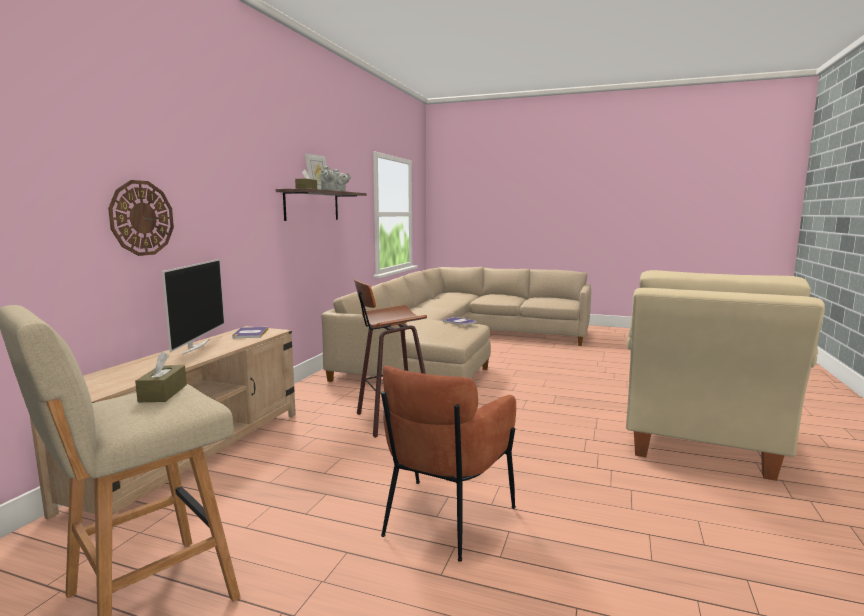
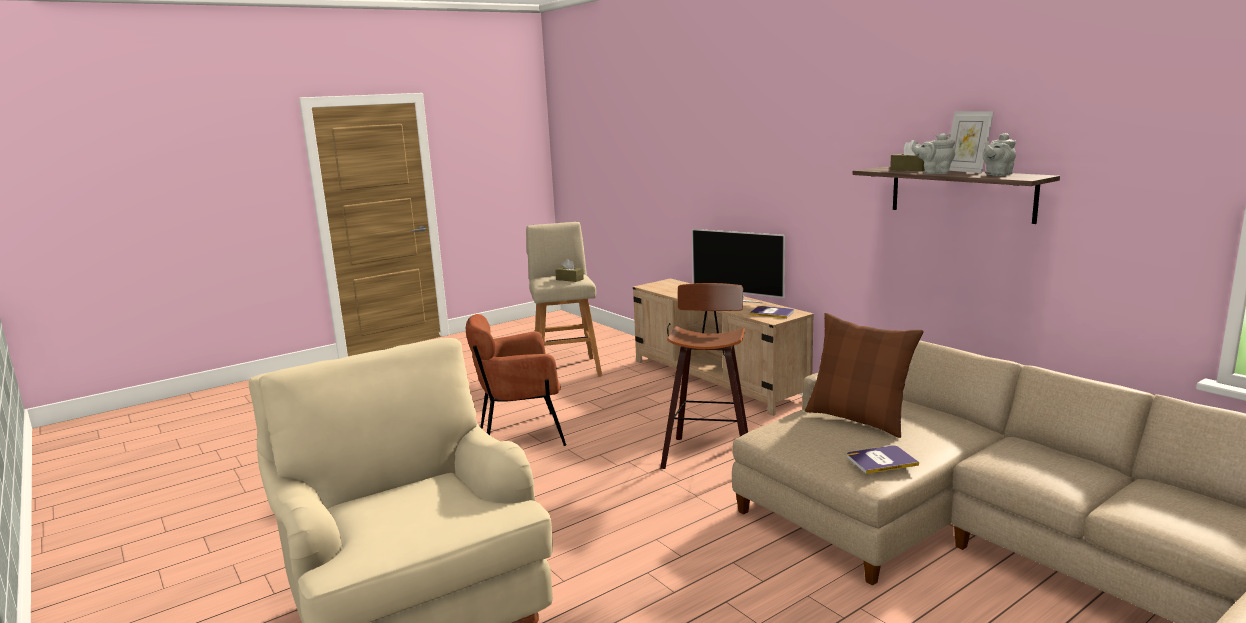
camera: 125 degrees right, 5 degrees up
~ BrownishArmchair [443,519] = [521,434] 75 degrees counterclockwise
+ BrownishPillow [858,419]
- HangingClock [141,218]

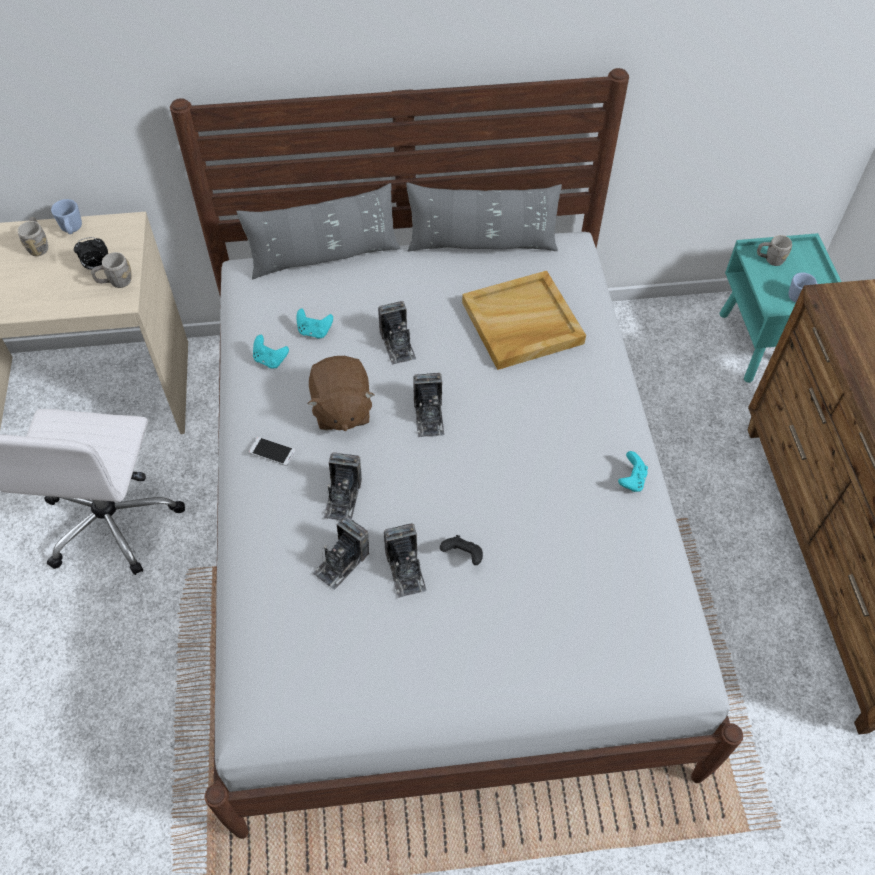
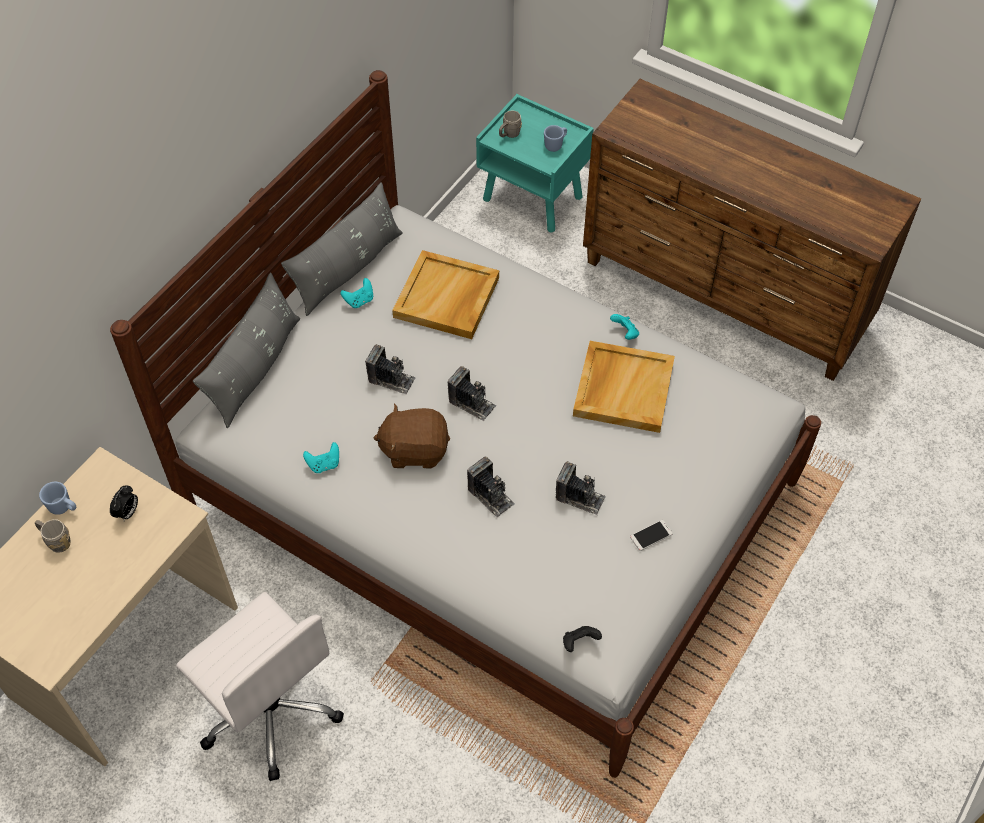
camera: 50 degrees left, 0 degrees up
~ TurquoiseColouredGameController [314,331] to [359,301]
~ BrownishCuddlyToy [341,409] = [414,449] 150 degrees clockwise
~ BlackGameController [463,556] to [579,642]
+ BeigeColouredServingTray [623,388]
~ Phone [272,451] to [651,535]
- GreyCoffeeMug [115,282]
- PhotoCamera [342,562]

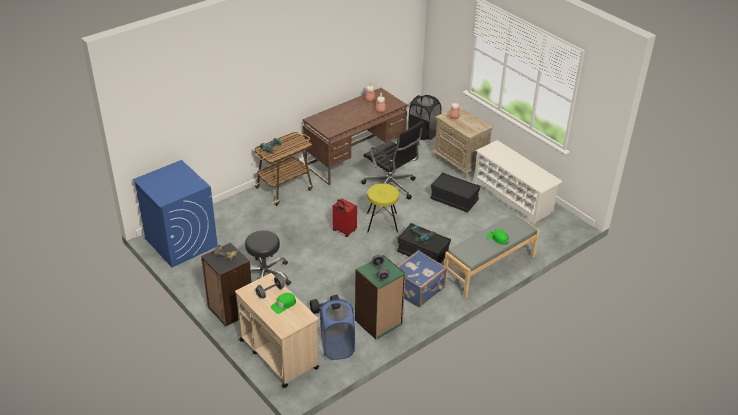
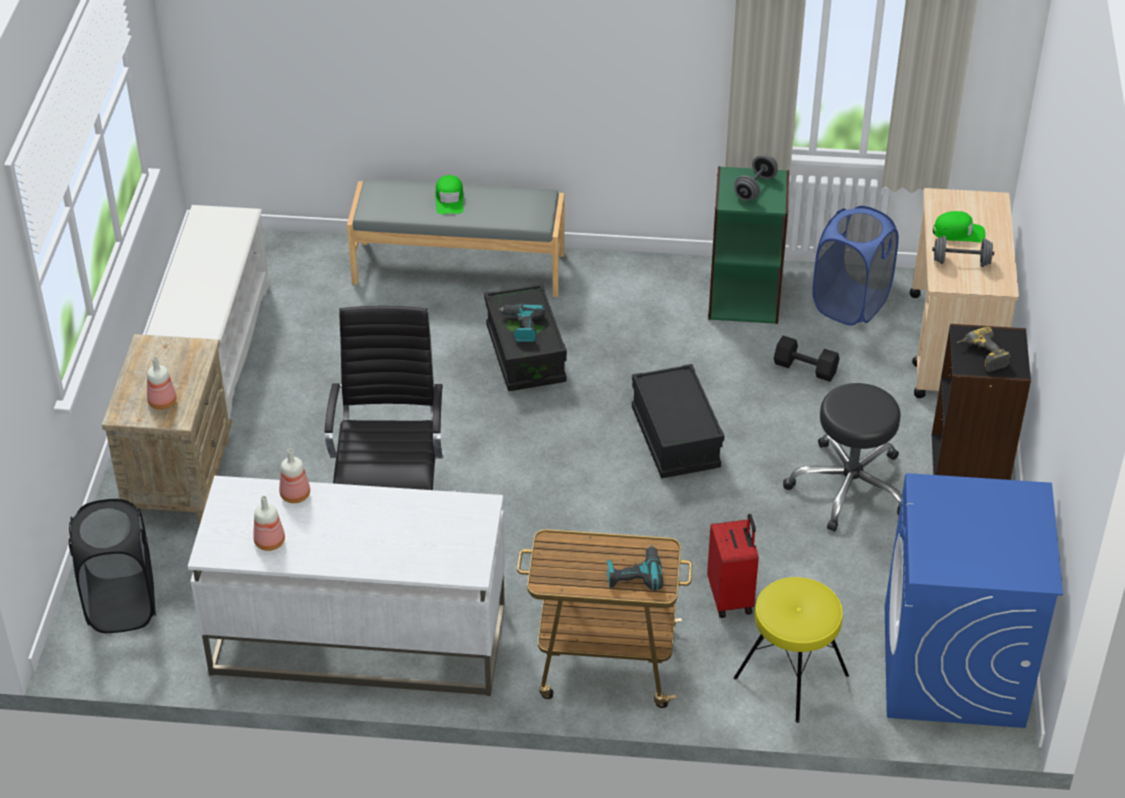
camera: 135 degrees left, 5 degrees up
~ BrownishDeskTable [355,158] to WhiteColouredDeskTable [357,640]
~ BlackStorageBin [454,200] to [675,438]
~ ReddishPieceOfLuggage [344,231] to [731,597]
~ YellowSittingStool [382,222] to [791,677]
- BlueColouredPieceOfLuggage [419,290]

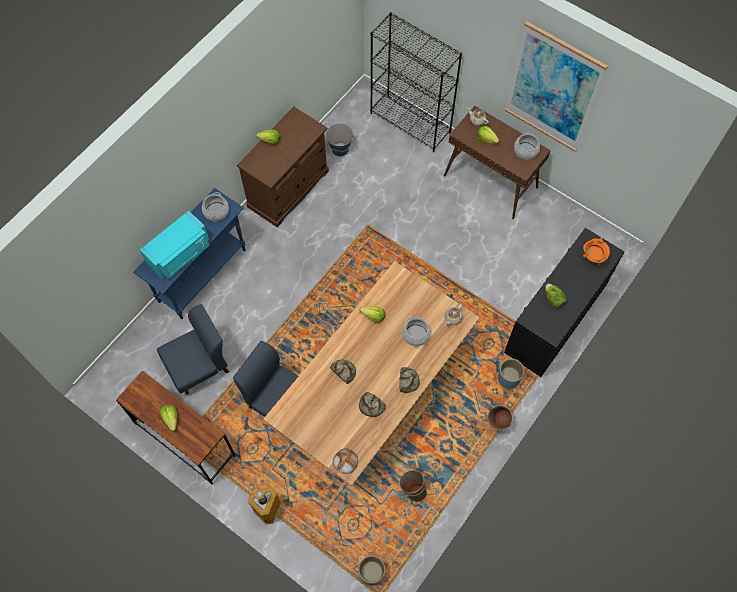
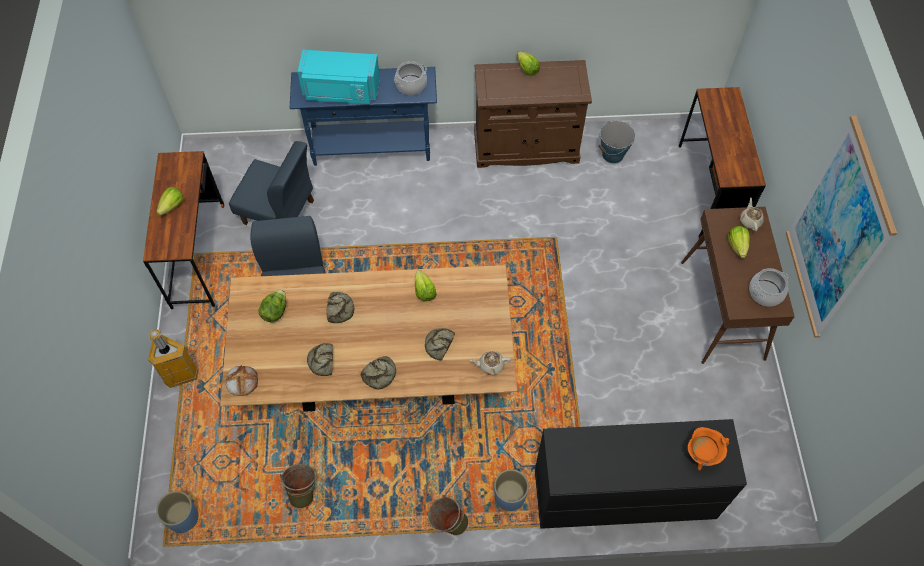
camera: 50 degrees right, 5 degrees down
~ HeadOfLettuce [553,299] to [275,311]
~ CookingPot [416,335] to BakeryBread [439,344]
~ BlackShelvingUnit [411,123] to BrownishDeskTable [708,190]

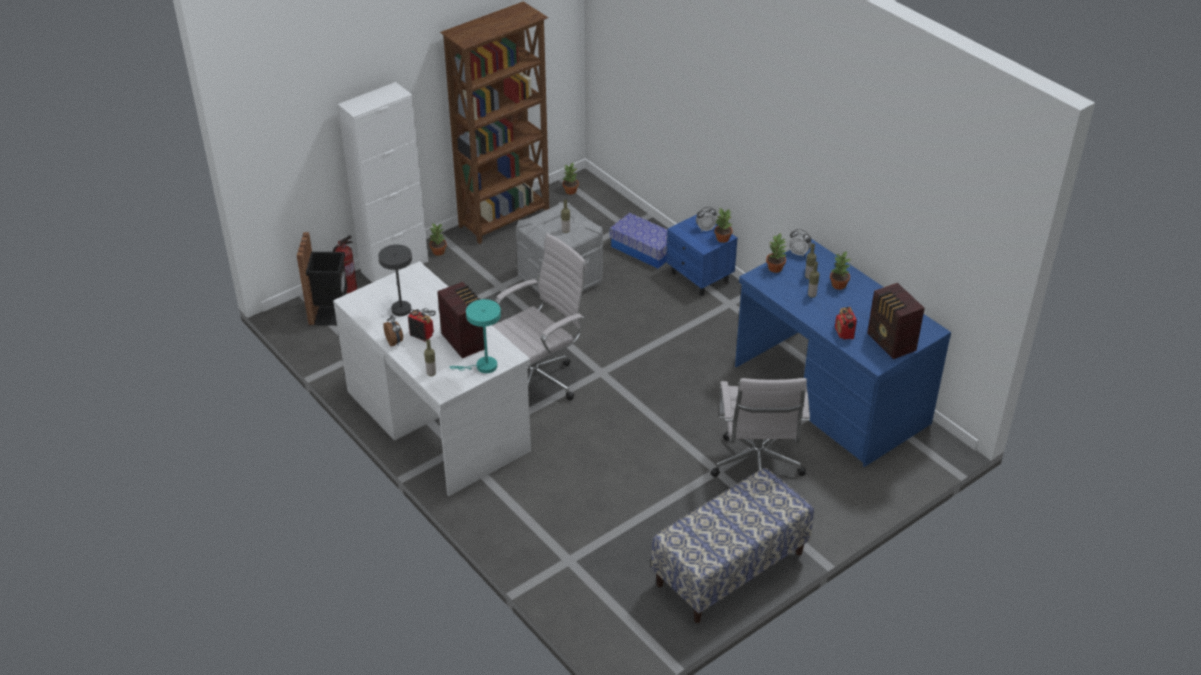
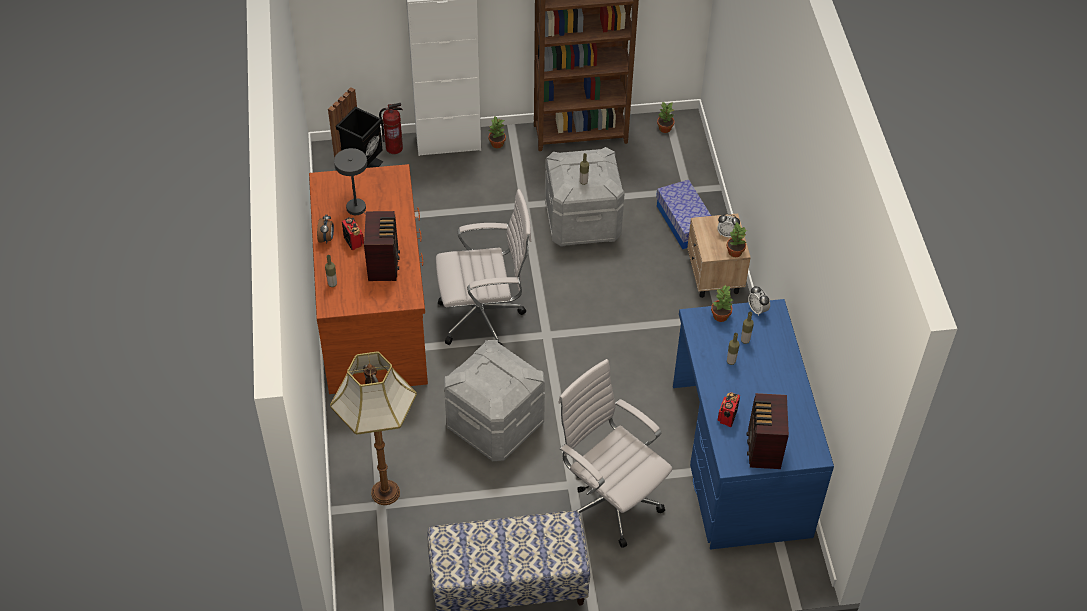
camera: 30 degrees right, 10 degrees up
~ WhiteColouredDeskTable [438,419] to BrownishDeskTable [374,315]
+ FloorLamp [384,493]
+ GreyStorageBin [494,424]
~ WhiteColouredOfficeChair [757,469] = [609,500] 105 degrees clockwise
~ BlueColouredNightstand [700,278] to BeigeColouredNightstand [714,277]
- TurquoiseColouredLampForATable [482,367]
- Houseplant [838,285]

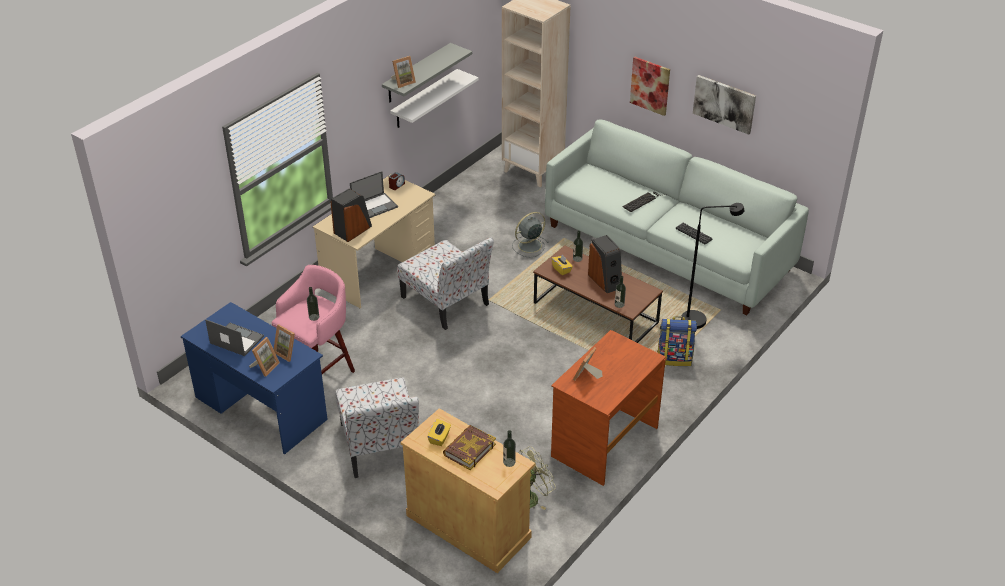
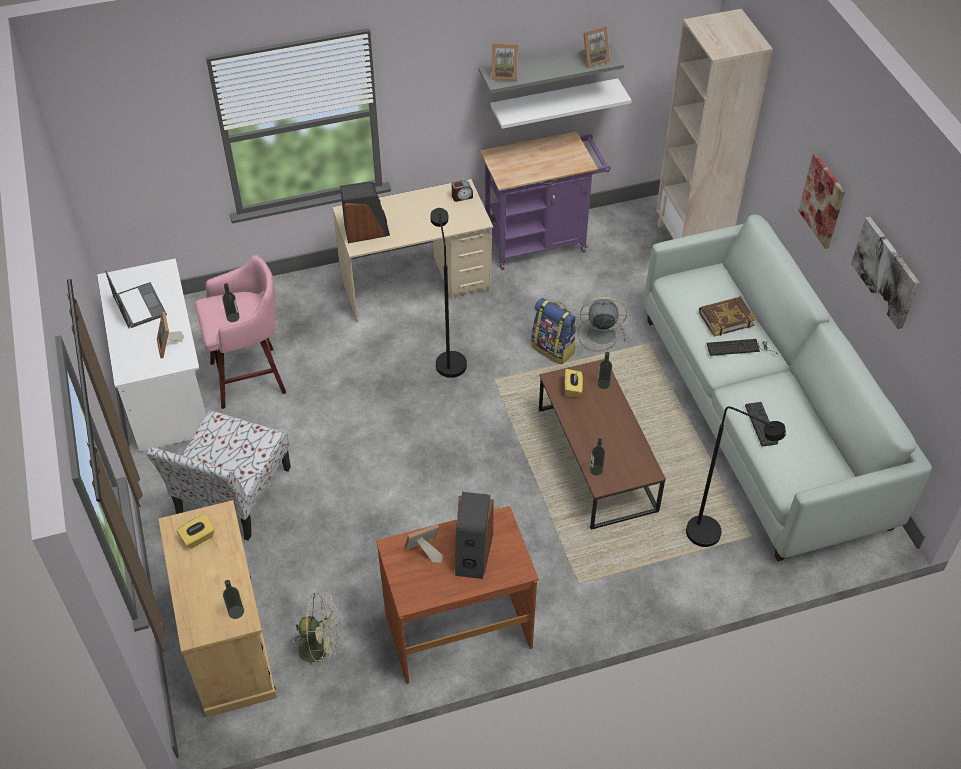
camera: 35 degrees right, 10 degrees up
~ BlueColouredDeskTable [261,408] to WhiteColouredDeskTable [165,387]
~ Chair [446,302] to BlackFloorLamp [448,359]
~ Speaker [605,280] to [473,553]
+ PurplishWheeledCart [541,241]
~ Knapsack [674,358] to [553,349]
~ PhotoFrame [265,367] to [593,60]
~ Book [469,449] to [726,318]
- PortableComputer [375,206]

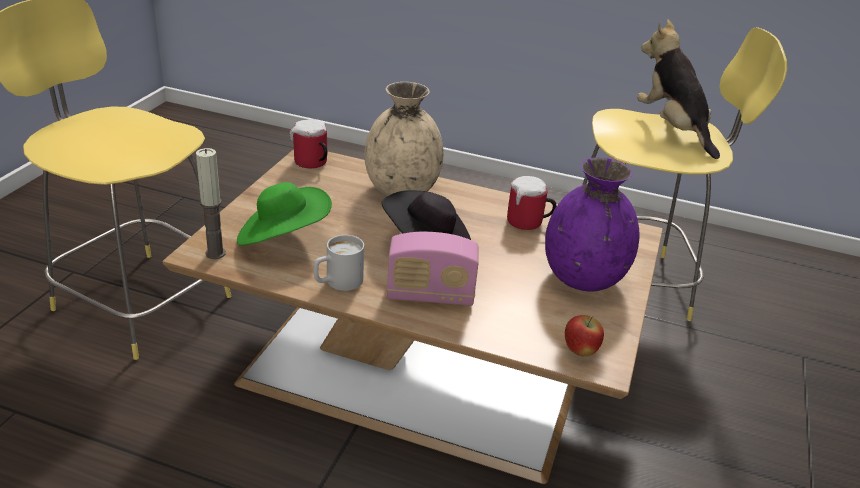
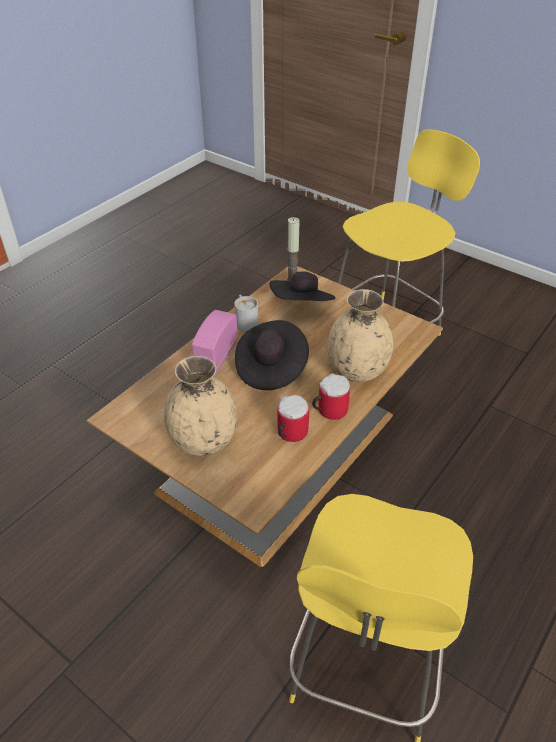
camera: 110 degrees right, 10 degrees up
~ PurplishDecorativeVase [584,278] to BeigeColouredDecorativeVase [203,441]
~ GreenColouredWearableHat [283,238] to BlackWearableHat [302,306]
~ CoffeeMug [312,164] to [328,410]
- Apple [580,351]
- CuddlyToy [672,129]

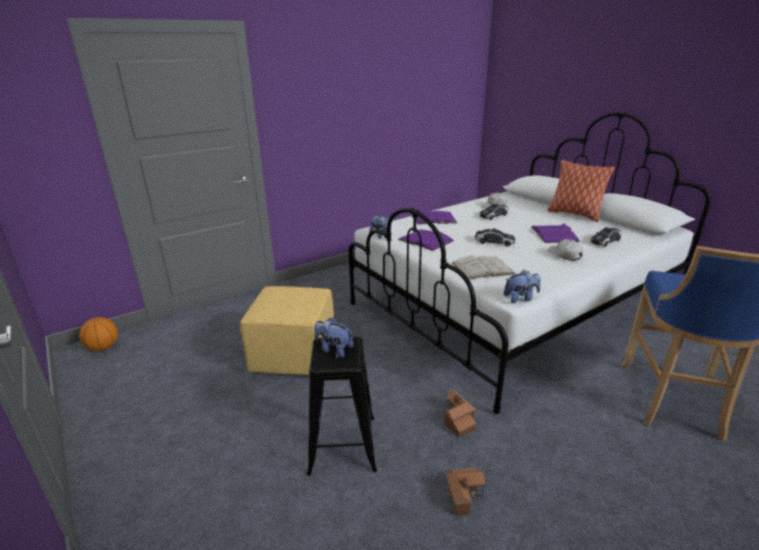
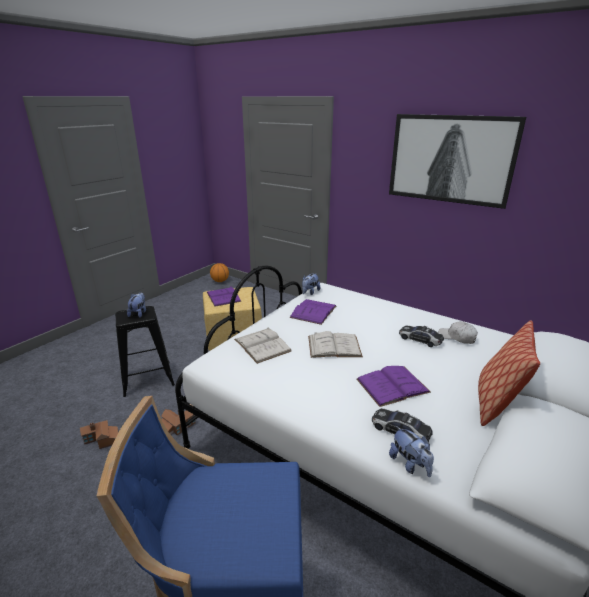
camera: 70 degrees right, 0 degrees up
~ PurplishBook [434,218] to [223,297]
~ ToyCar [494,242] to WhiteColouredBook [334,346]
+ WallArt [450,159]
~ CuddlyToy [520,298] to [410,464]
- WhiteColouredBaseballCap [564,255]

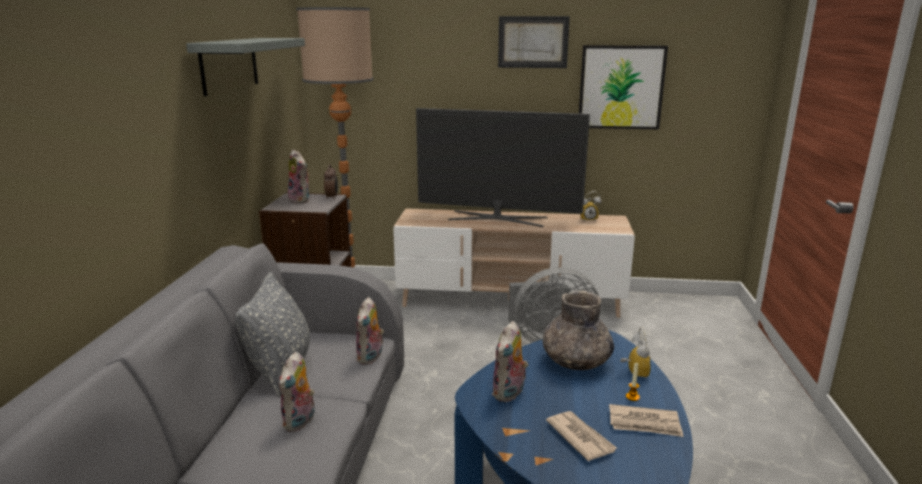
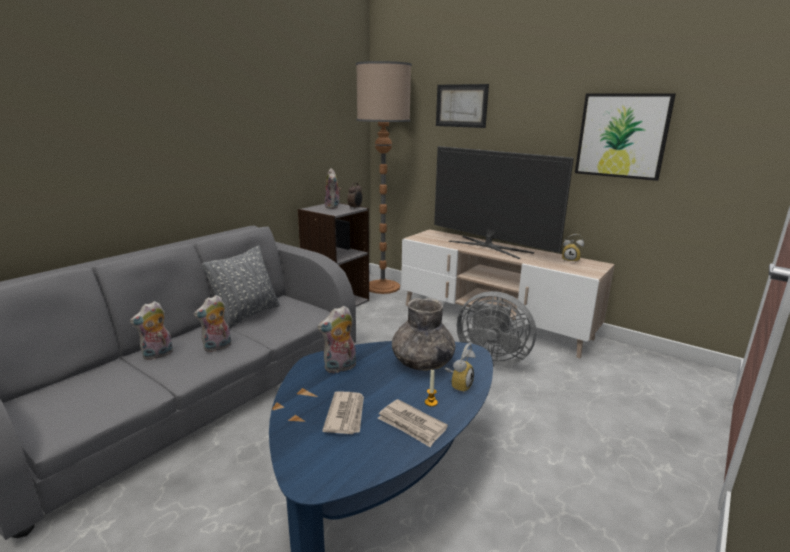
camera: 30 degrees right, 0 degrees up
~ CuddlyToy [371,357] to [158,355]
~ WallArt [533,42] to [461,106]
- GreyShelf [229,65]

